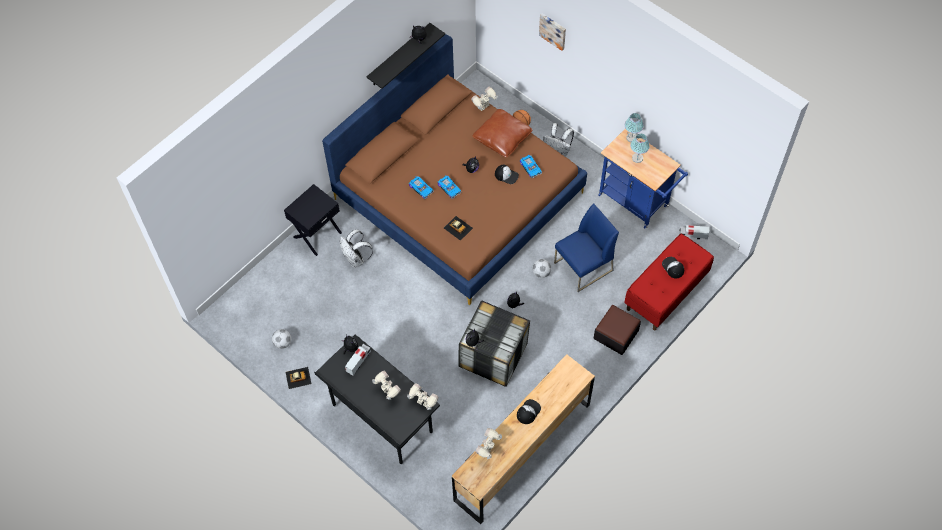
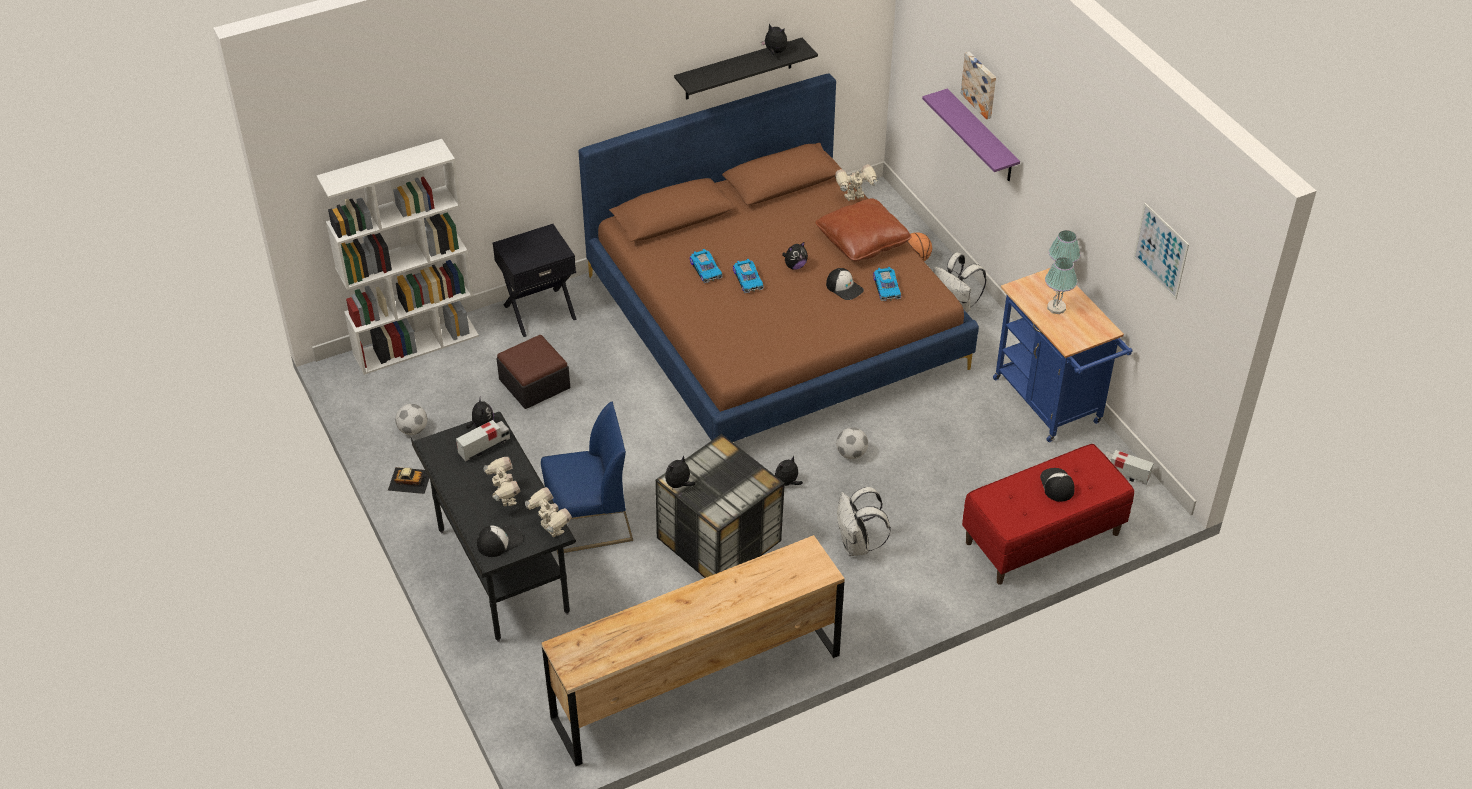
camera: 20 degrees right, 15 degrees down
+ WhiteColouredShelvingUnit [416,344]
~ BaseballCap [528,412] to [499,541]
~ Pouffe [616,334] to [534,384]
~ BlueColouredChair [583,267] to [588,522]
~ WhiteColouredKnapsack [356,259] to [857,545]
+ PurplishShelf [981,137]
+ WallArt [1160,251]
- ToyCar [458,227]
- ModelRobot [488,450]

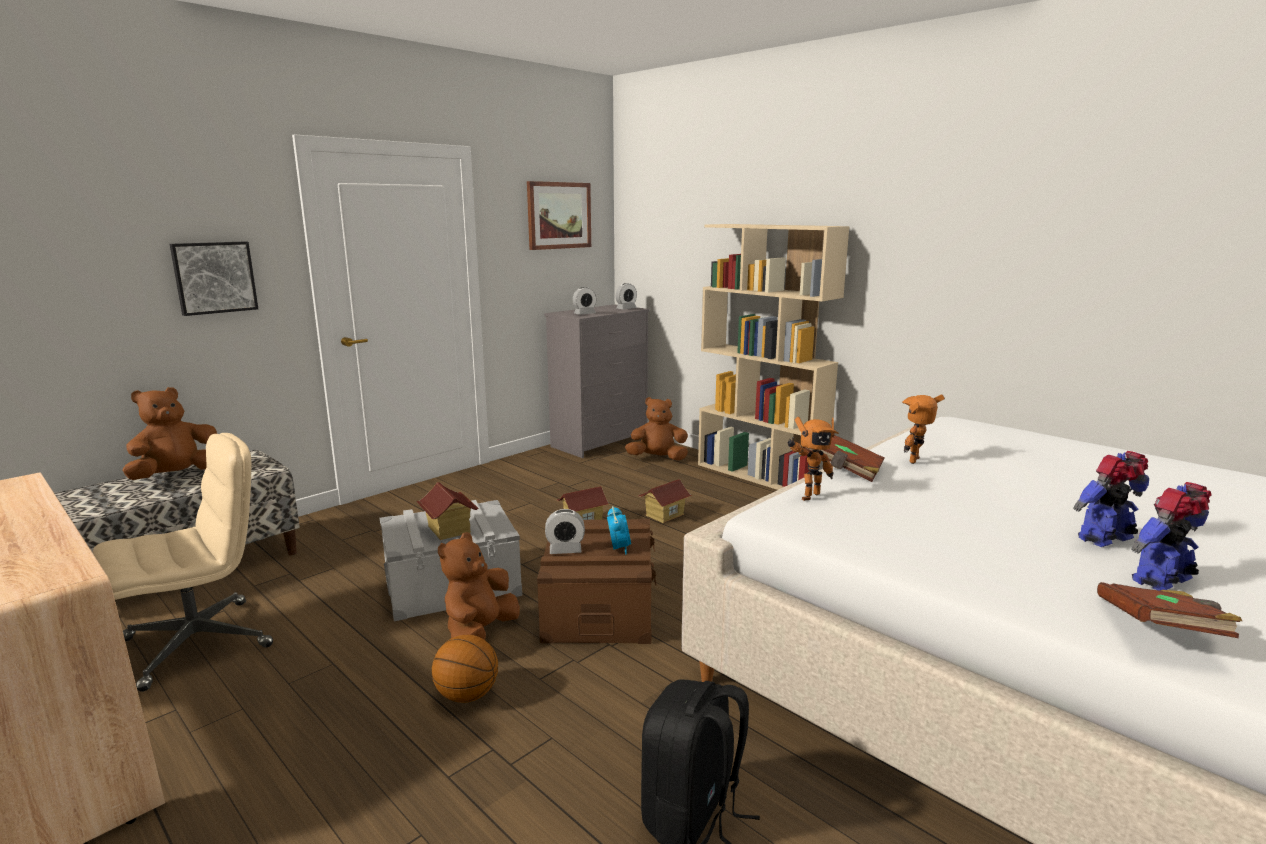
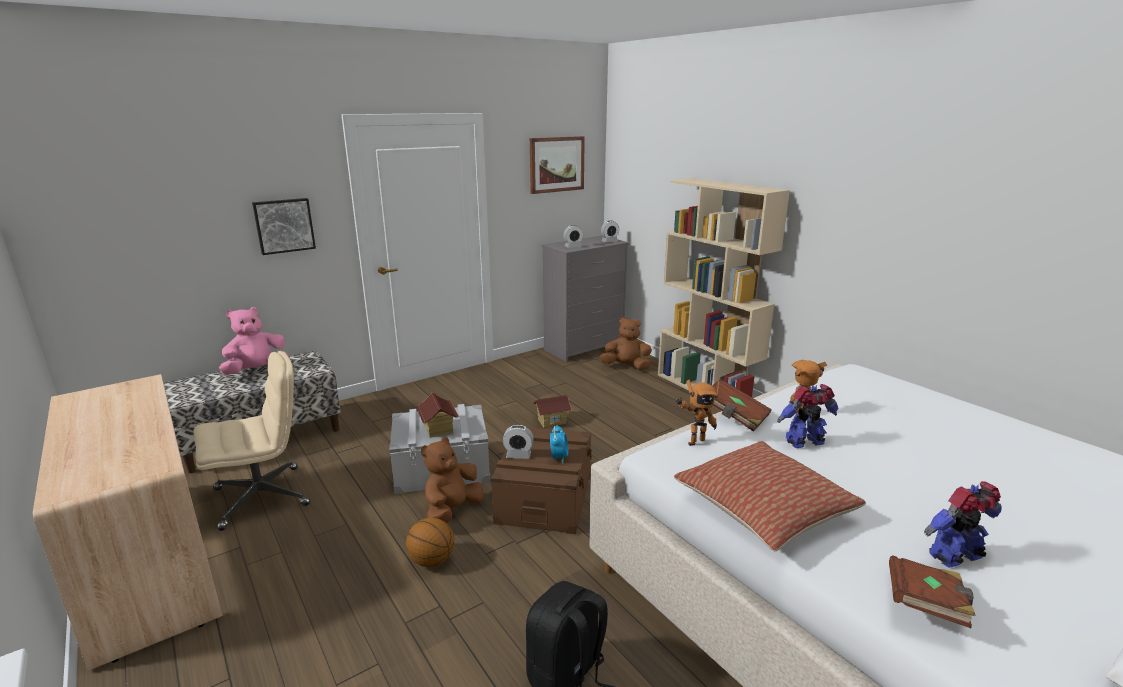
camera: 10 degrees right, 5 degrees up
~ BrownishCuddlyToy [177,475] to PinkColouredCuddlyToy [257,371]
+ Pillow [764,509]
~ ModelRobot [1107,539] to [805,443]
- ToyHouse [664,515]

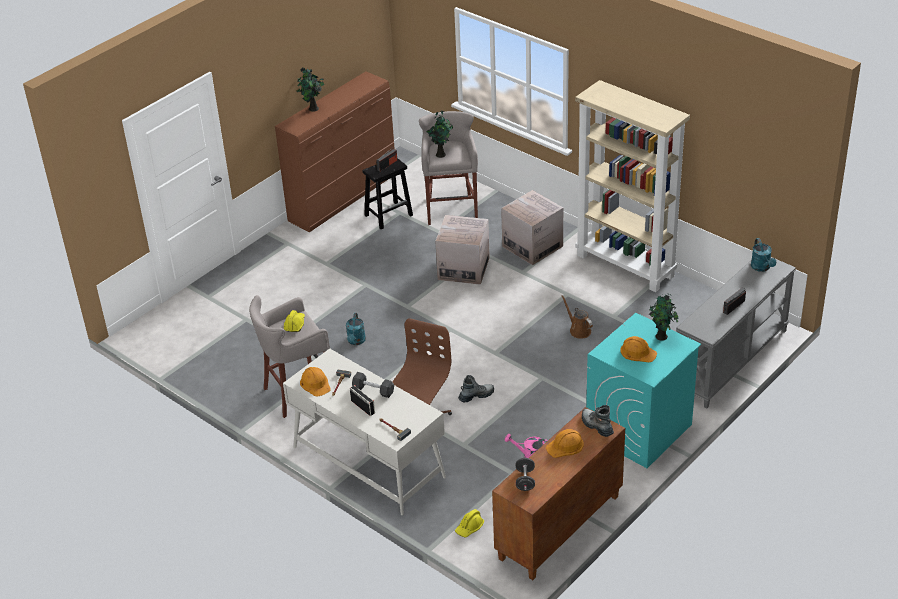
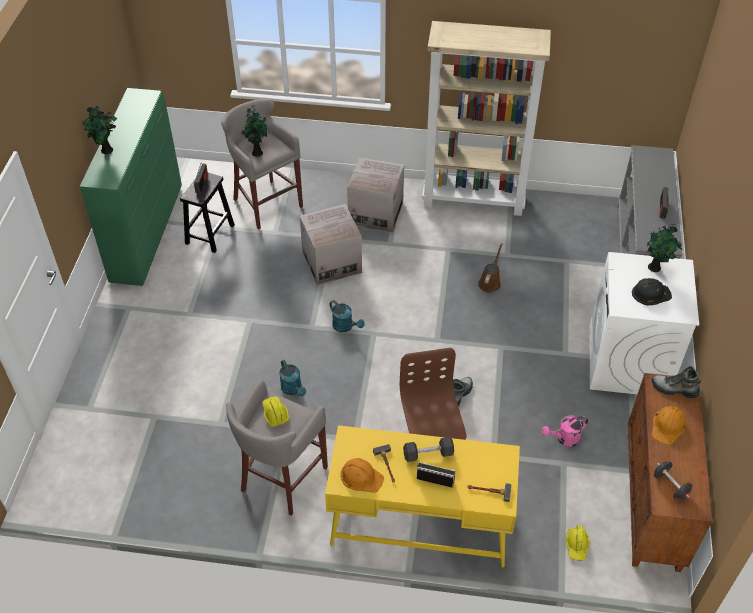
camera: 35 degrees left, 10 degrees up
~ BrownishChestOfDrawers [344,198] to GreenColouredChestOfDrawers [148,233]
~ WhiteColouredDeskTable [368,461] to YellowDeskTable [420,522]
~ TurquoiseColouredWateringPot [762,268] to [345,327]
~ BrownishWateringPot [578,330] = [490,282] 90 degrees clockwise
~ TurquoiseColouredWashingMachine [638,430] to WhiteColouredWashingMachine [628,361]
~ OrangeyHardHat [638,352] to BlackHardHat [650,293]

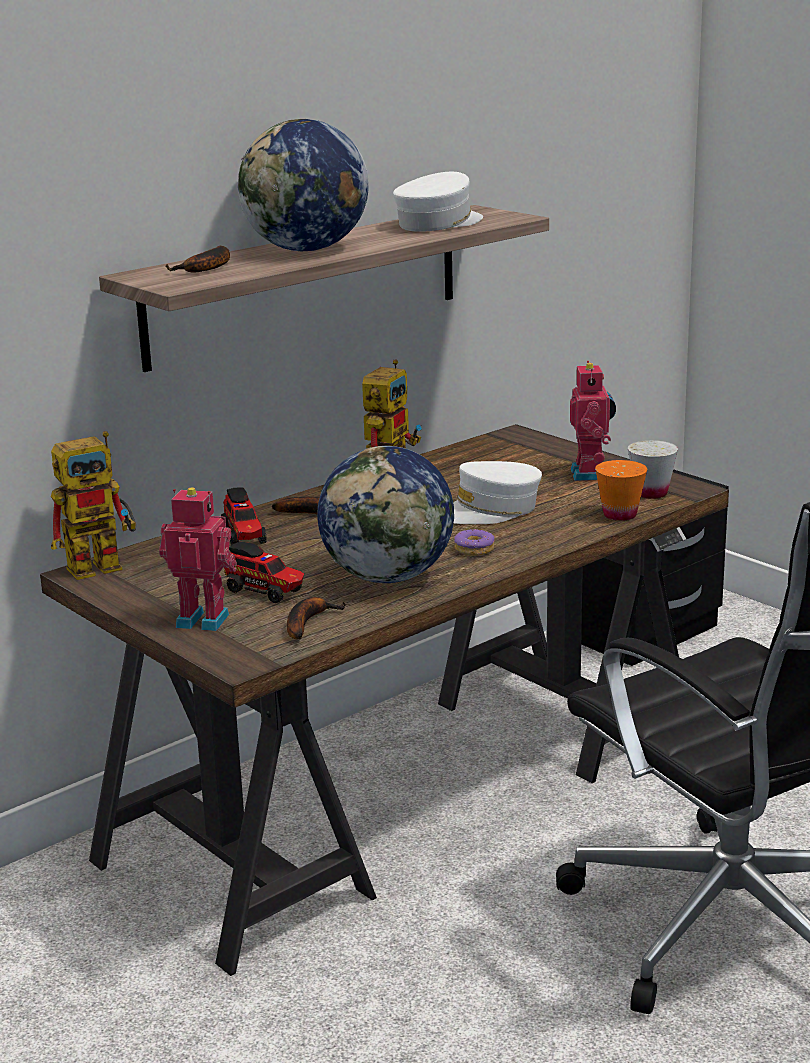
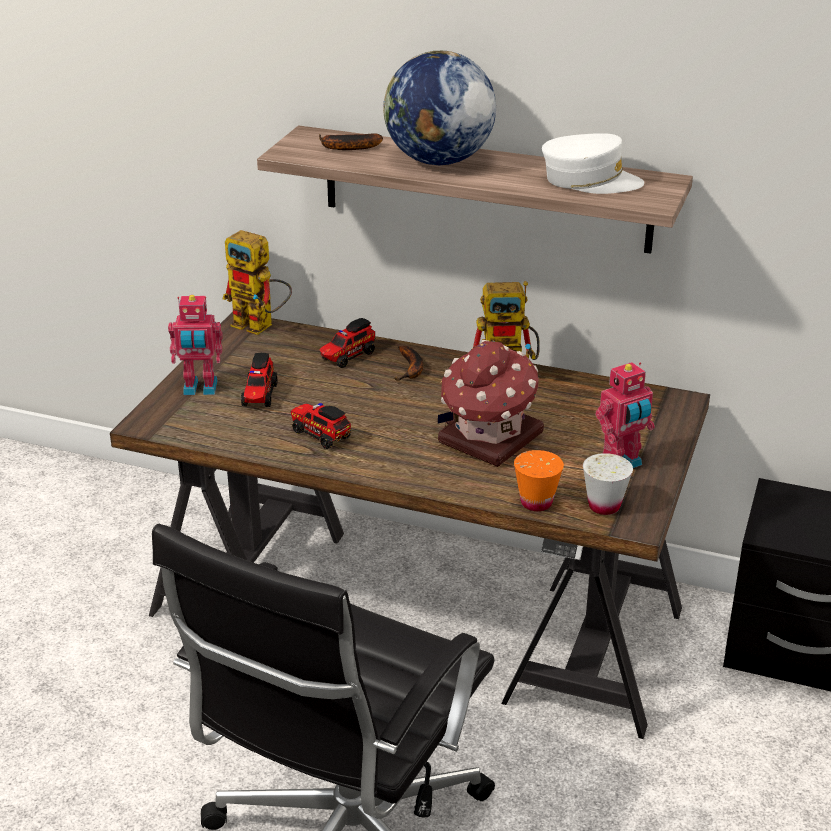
camera: 60 degrees right, 10 degrees up
~ ModelRobot [204,619] = [200,389] 105 degrees clockwise
~ DeskGlobe [389,577] to ToyTruck [320,434]
~ WhiteColouredBaseballCap [490,510] to ToyHouse [488,439]
- WholeBanana [307,623]
- Donut [474,550]

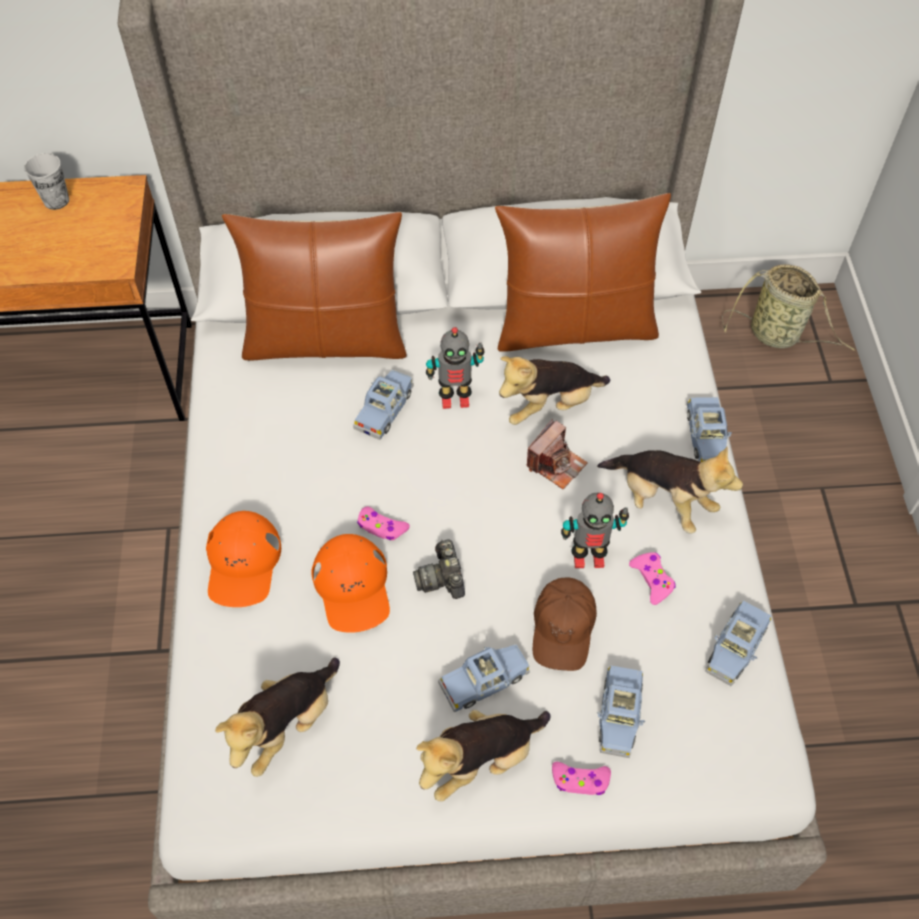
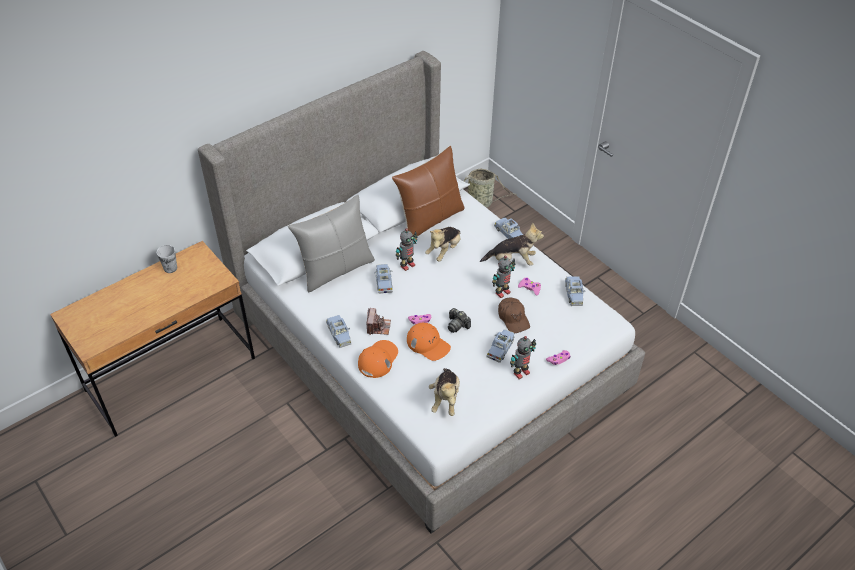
camera: 35 degrees left, 10 degrees down
~ BrownishPillow [326,340] to GreyPillow [336,269]
~ BlueColouredToyCar [619,714] to [339,334]
~ OrangeyBaseballCap [243,563] = [378,359] 120 degrees counterclockwise
~ PhotoCamera [556,464] to [378,327]
~ CuddlyToy [480,760] to ModelRobot [520,372]

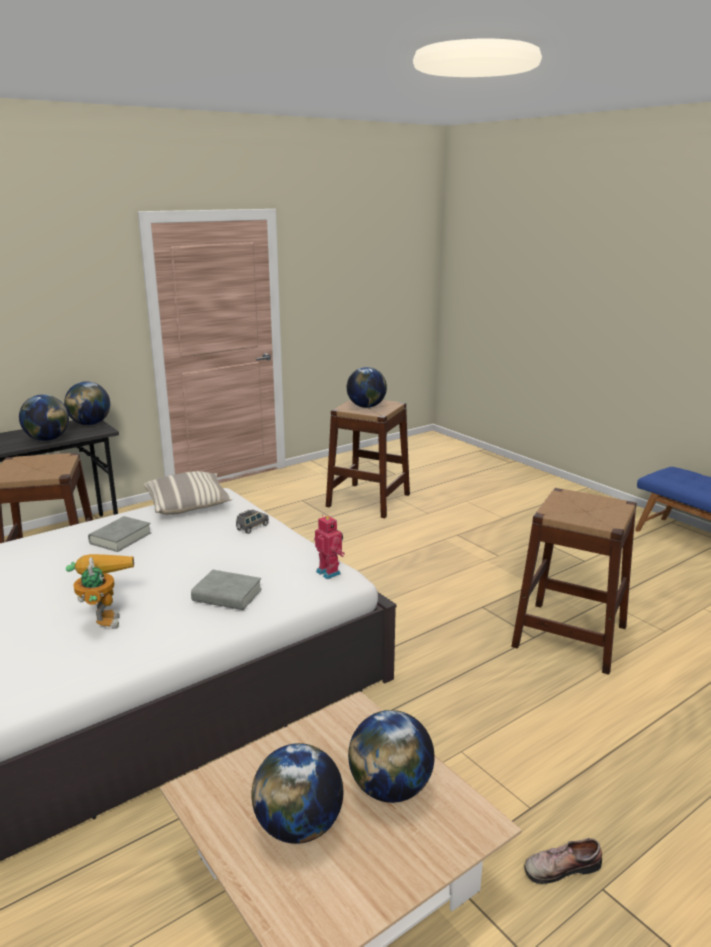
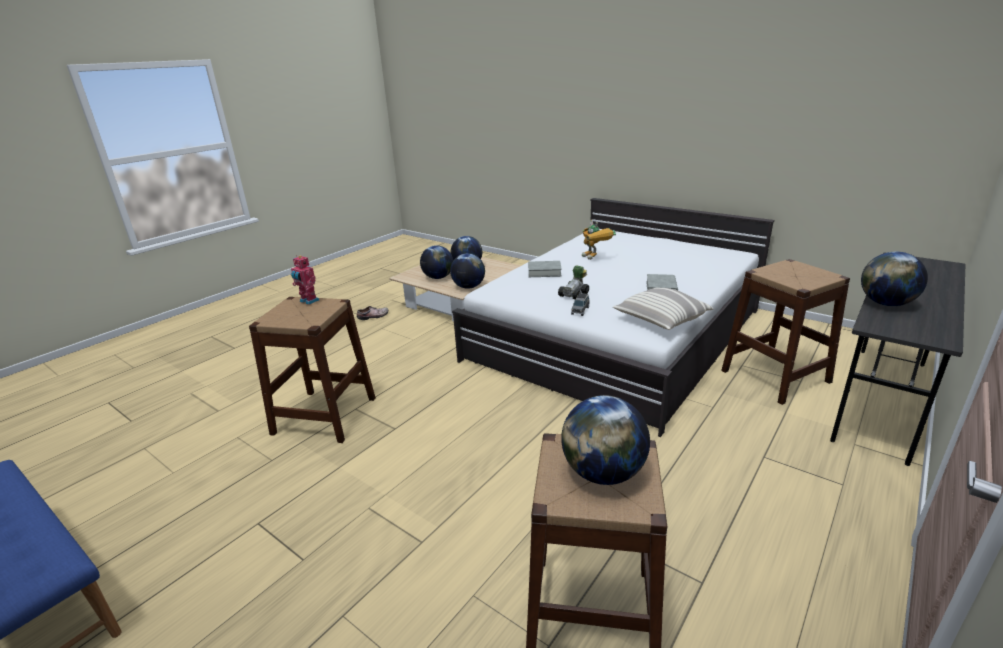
camera: 165 degrees right, 5 degrees up
~ ModelRobot [329,572] to [308,301]
~ DeskGlobe [90,424] to [468,287]
+ ToyCar [575,294]

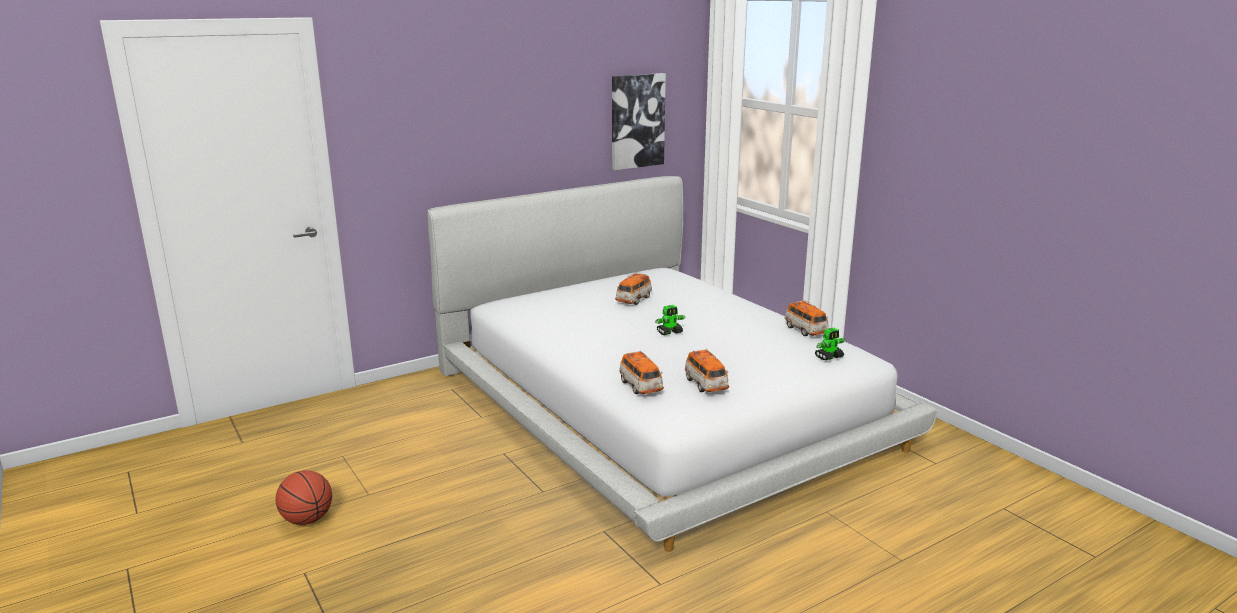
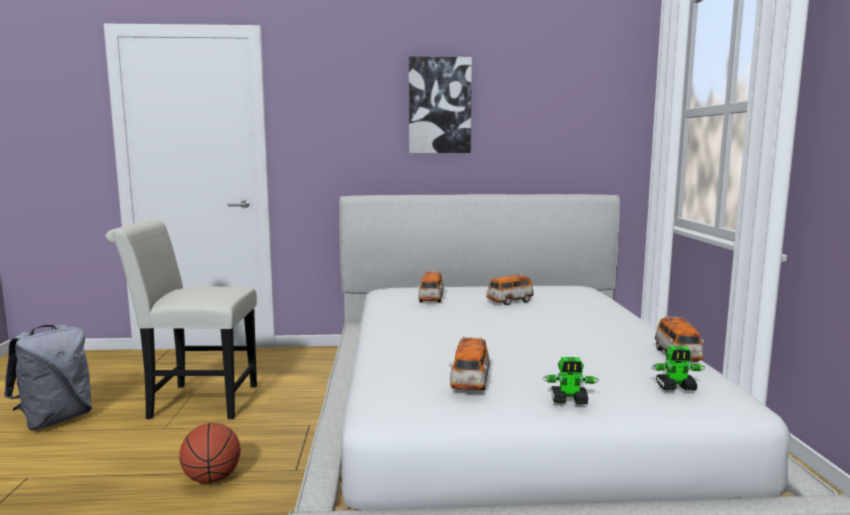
camera: 30 degrees right, 10 degrees down
+ GreyKnapsack [56,420]
+ WhiteColouredChair [196,401]
~ BasketballBall [307,520] to [212,479]
~ WallArt [637,121] to [439,105]
~ ToyCar [640,386] to [431,299]
~ ModelRobot [670,332] to [569,400]

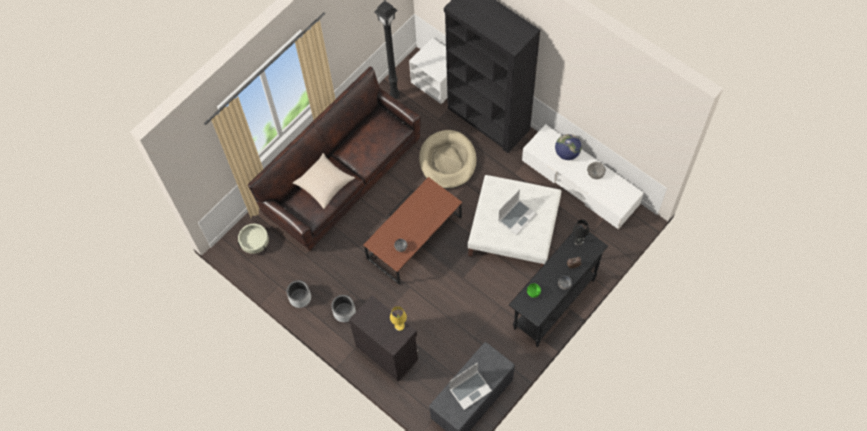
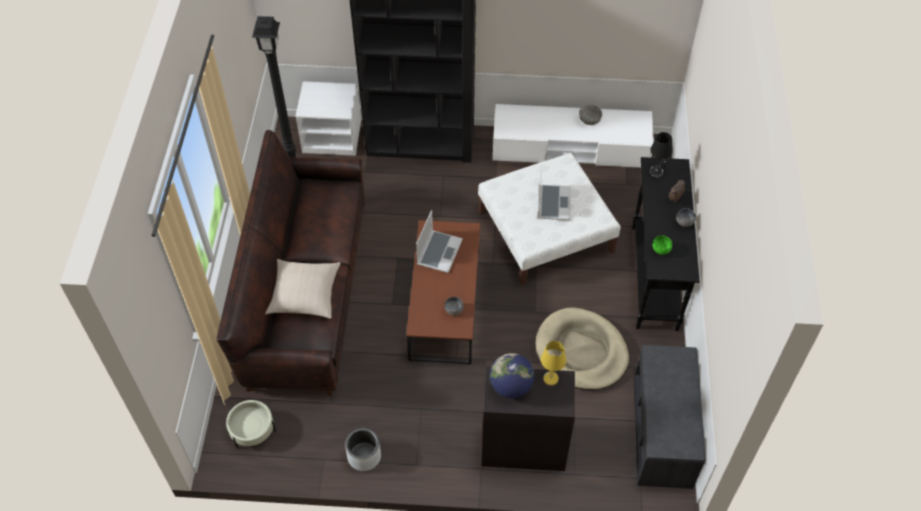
camera: 40 degrees left, 10 degrees down
~ PortableComputer [470,389] to [439,251]
~ DeskGlobe [567,153] to [511,386]
~ BeigeColouredPetBed [448,161] to [581,351]
- GreyFlowerPot [344,312]

